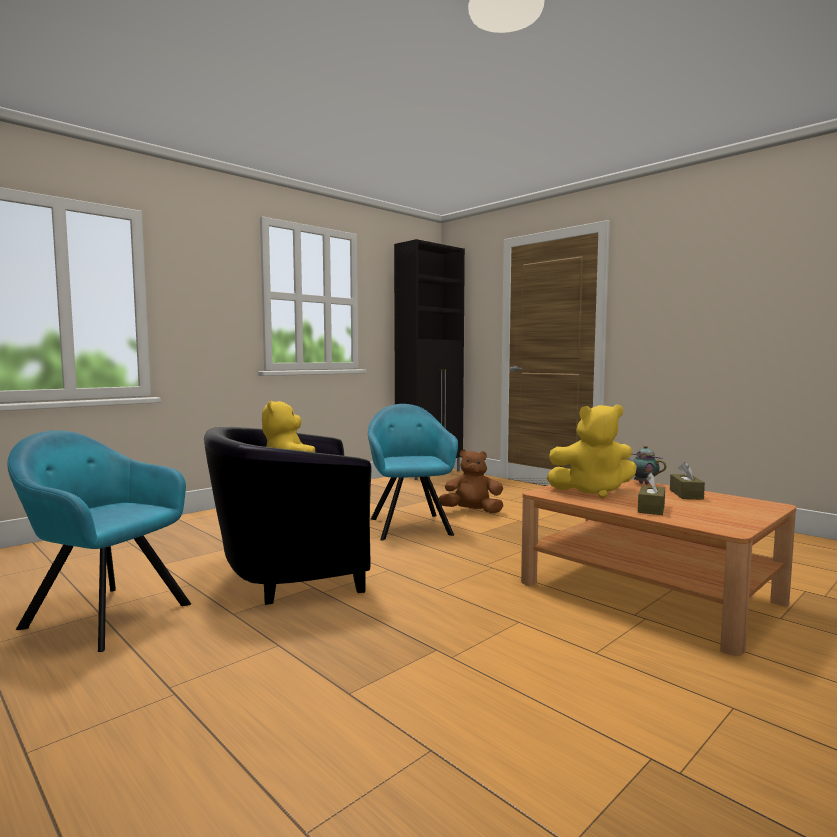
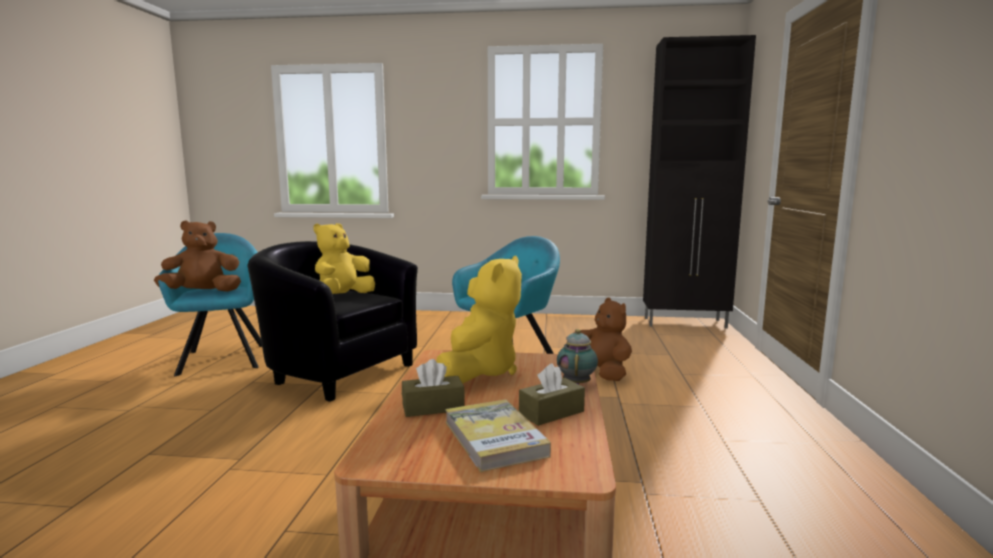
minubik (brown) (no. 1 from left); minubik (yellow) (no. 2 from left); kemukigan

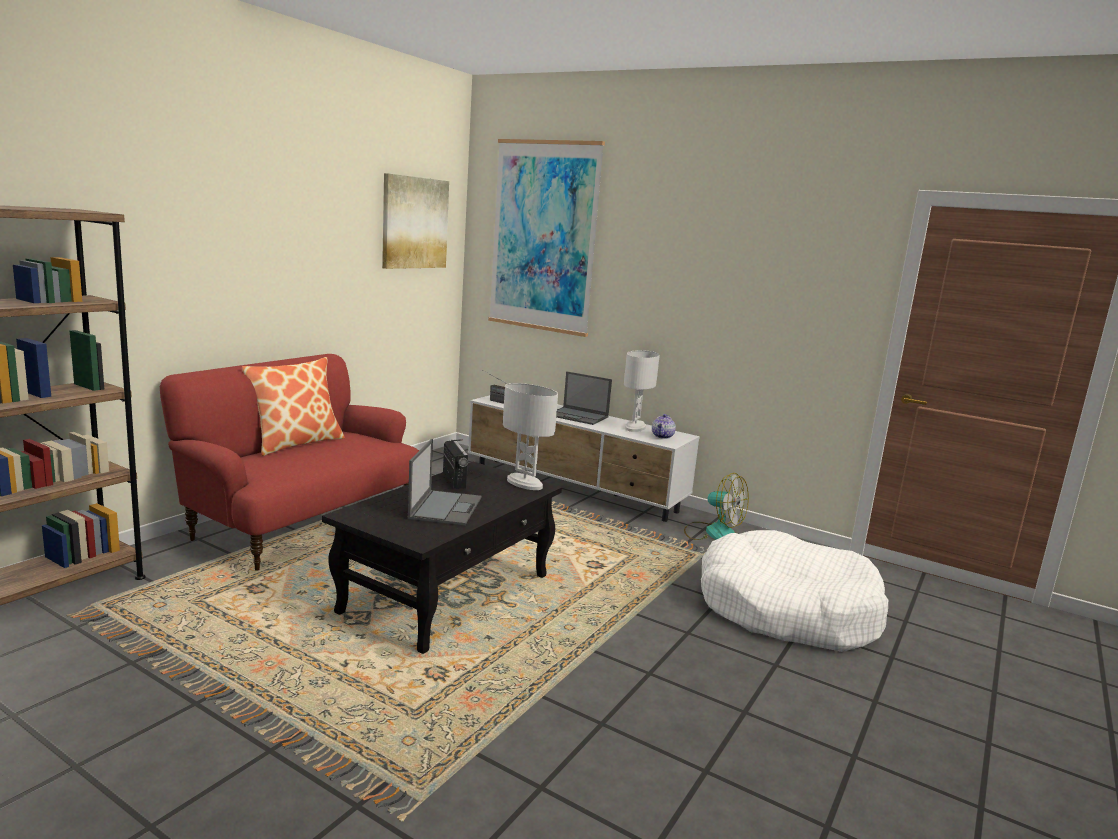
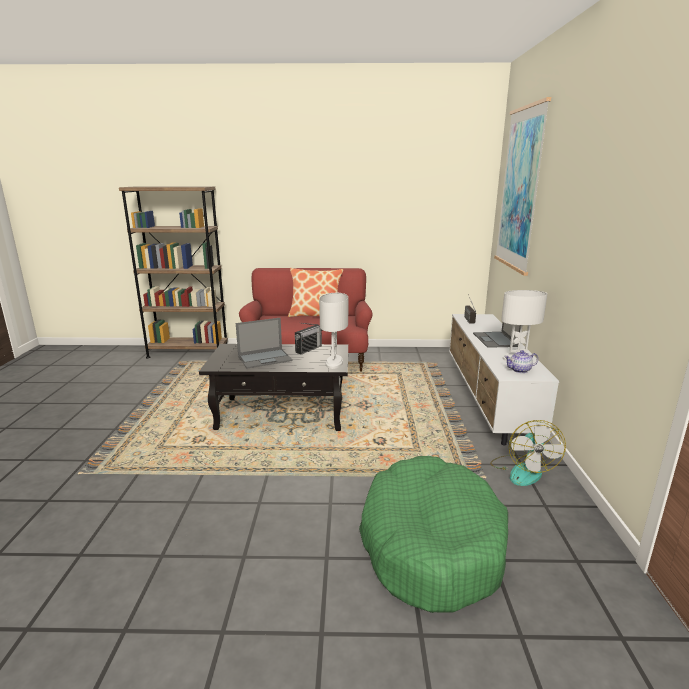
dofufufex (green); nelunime (no. 1 from left in the first image)

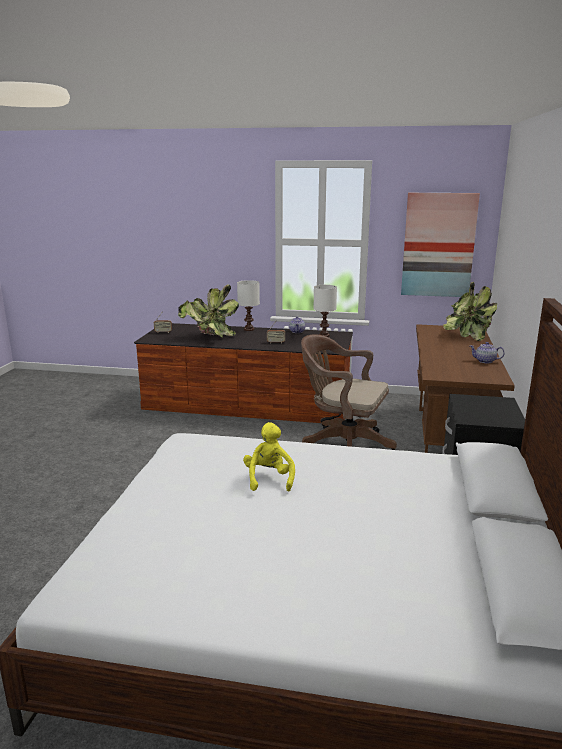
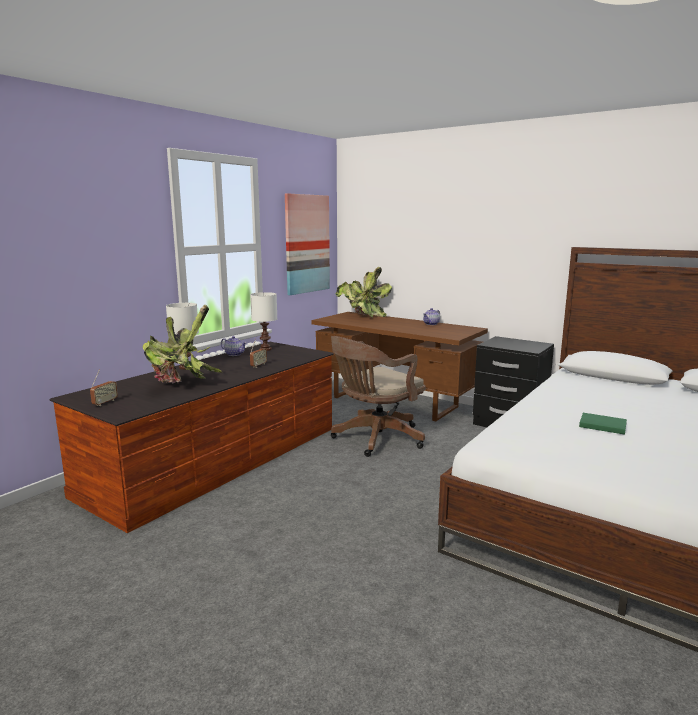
kemukigan (green)

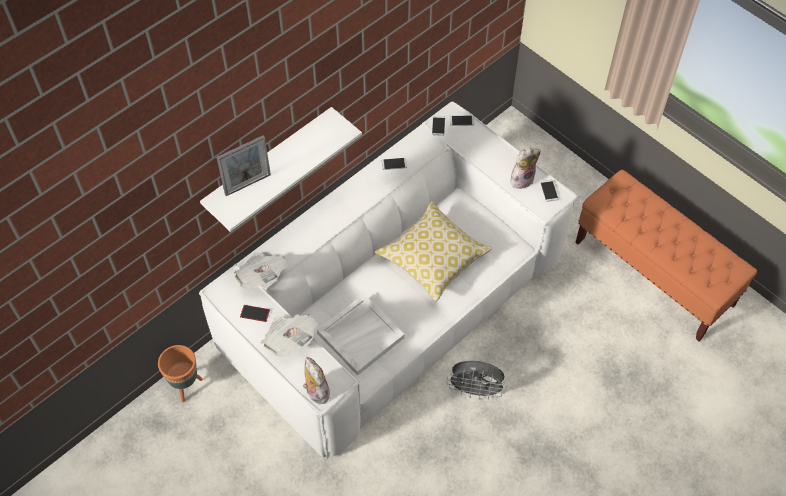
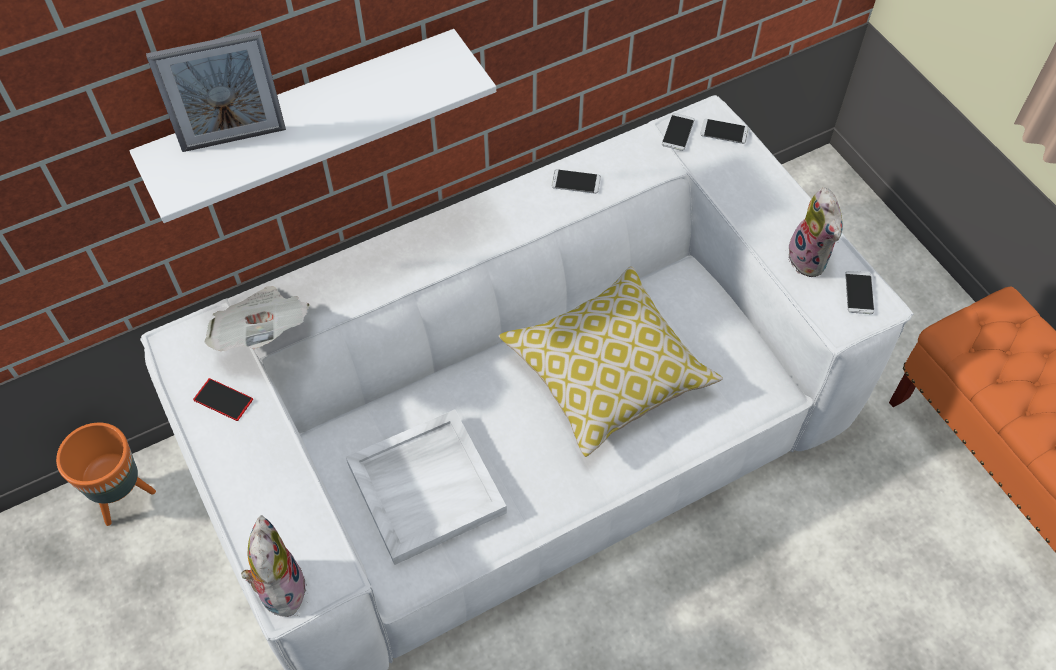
minubik (no. 2 from left); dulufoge (no. 2 from left in the first image); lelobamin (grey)

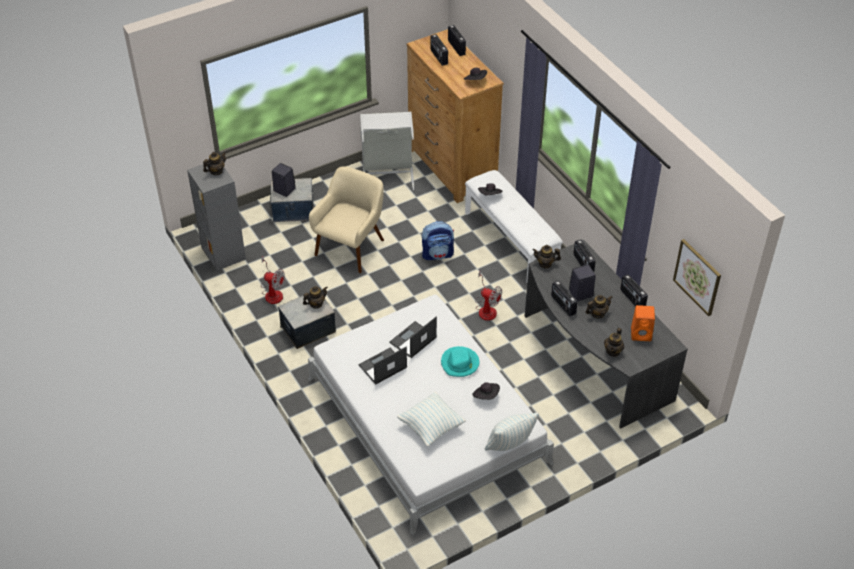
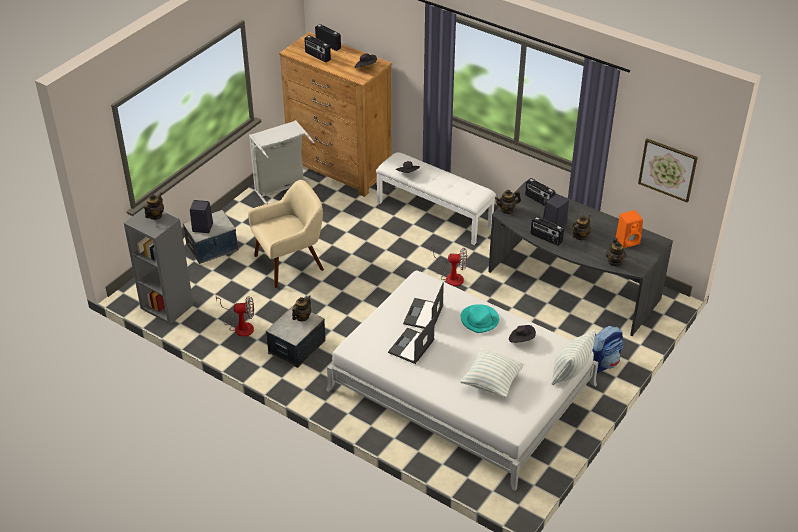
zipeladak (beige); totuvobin; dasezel (no. 5 from left in the first image)

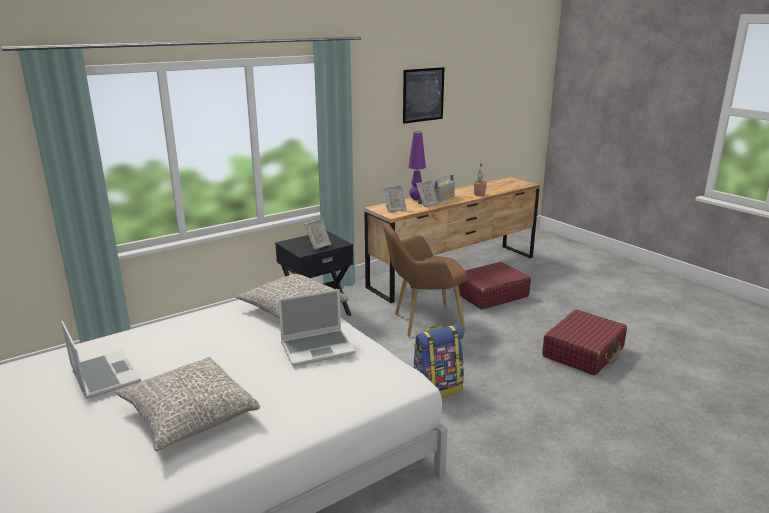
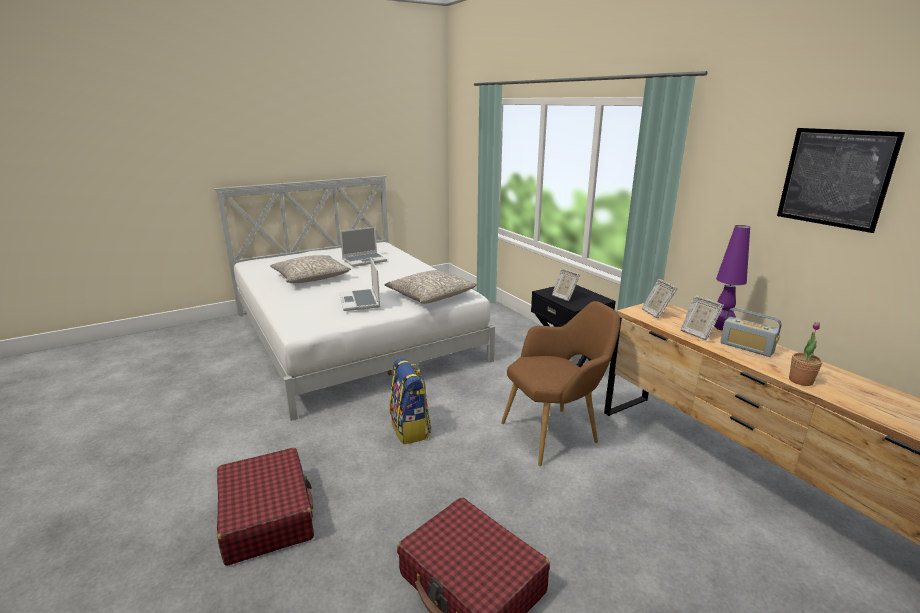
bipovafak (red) (no. 1 from left); zipeladak (brown)

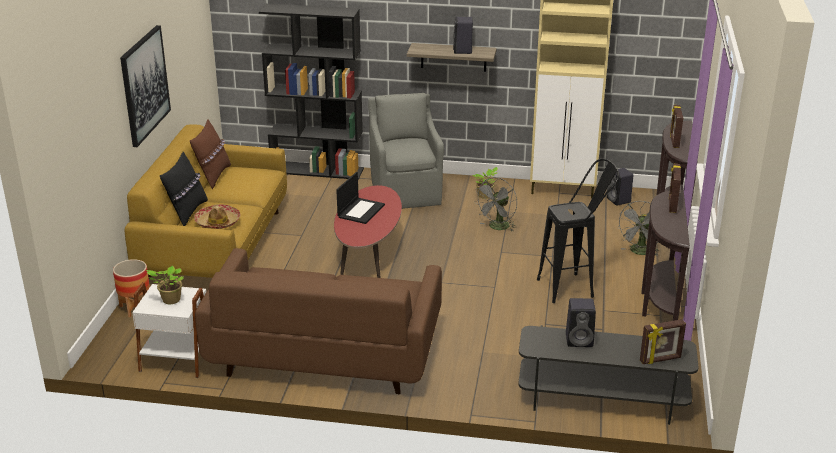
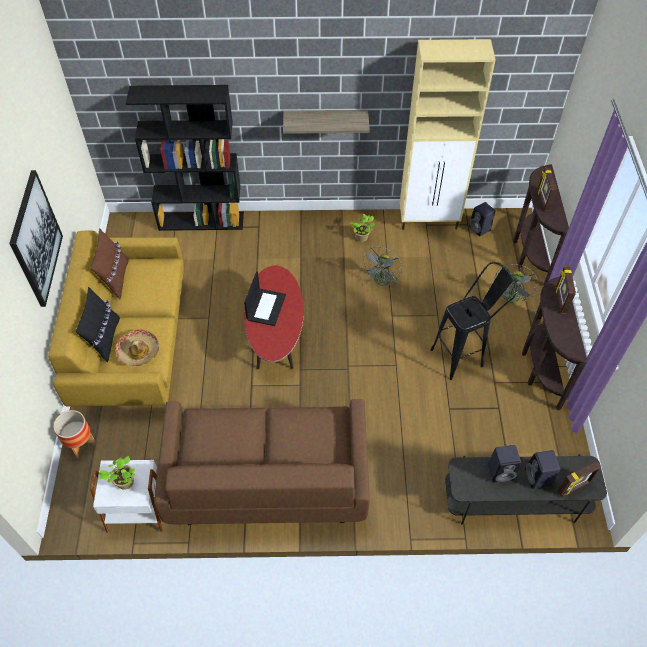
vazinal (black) (no. 3 from left); zipeladak (grey)

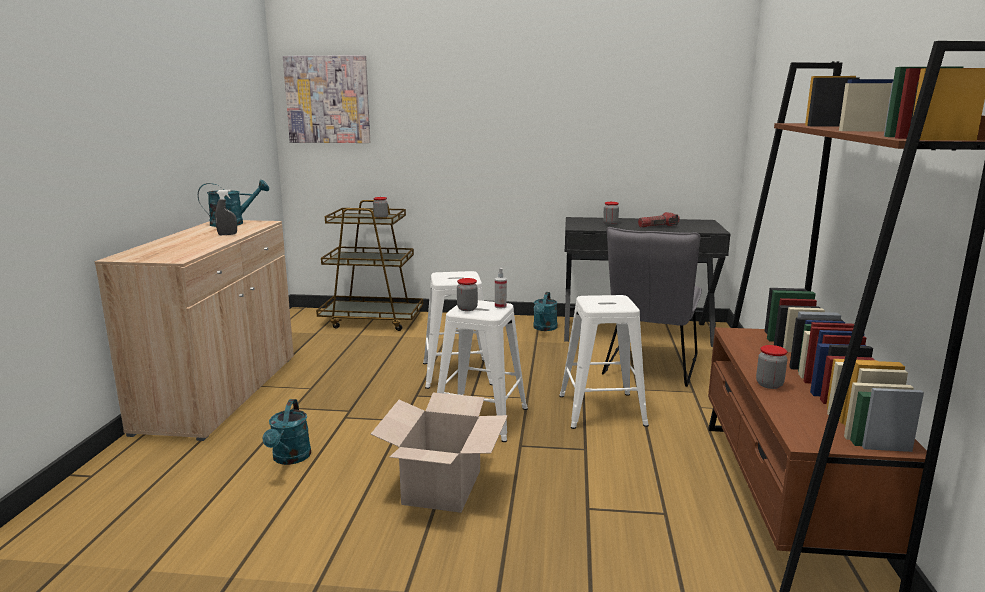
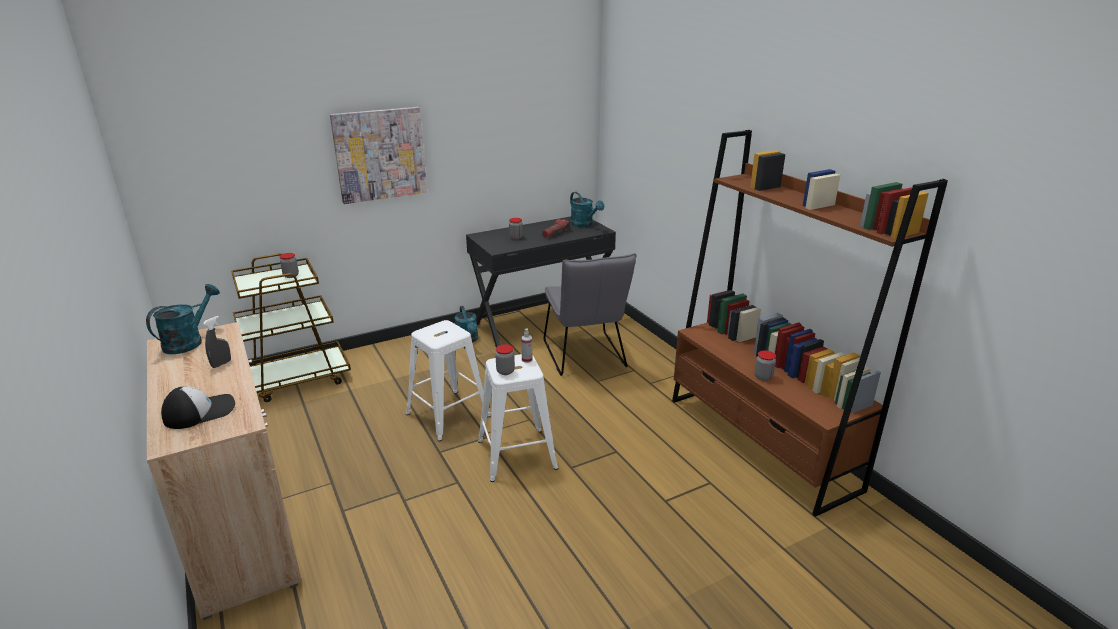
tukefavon; nelunime; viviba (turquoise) (no. 3 from left); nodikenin; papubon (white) (no. 3 from left in the first image)

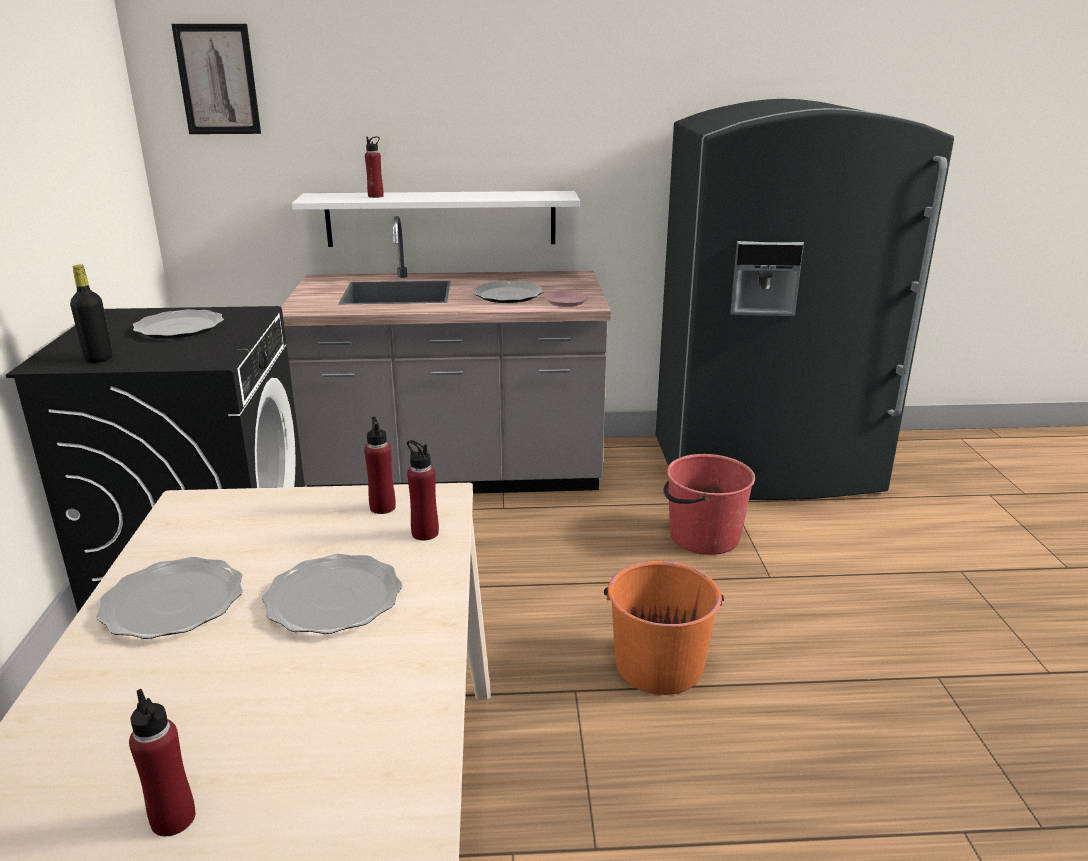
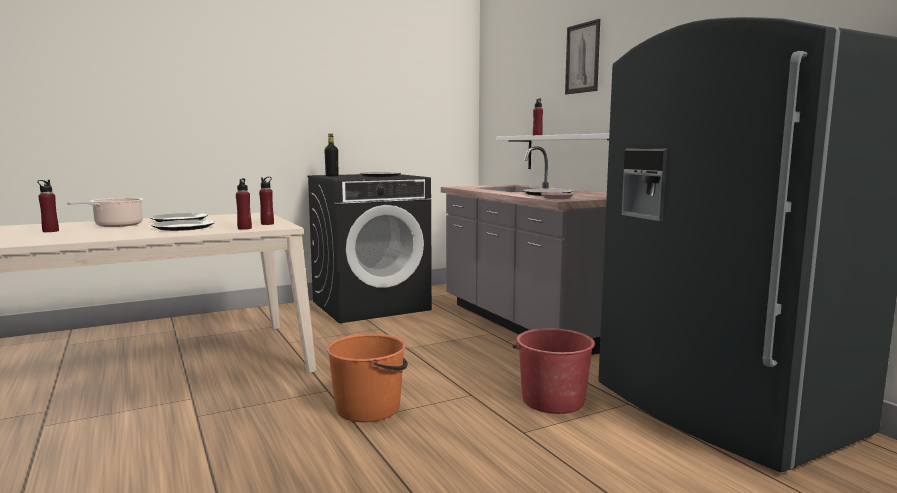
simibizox; nelunime

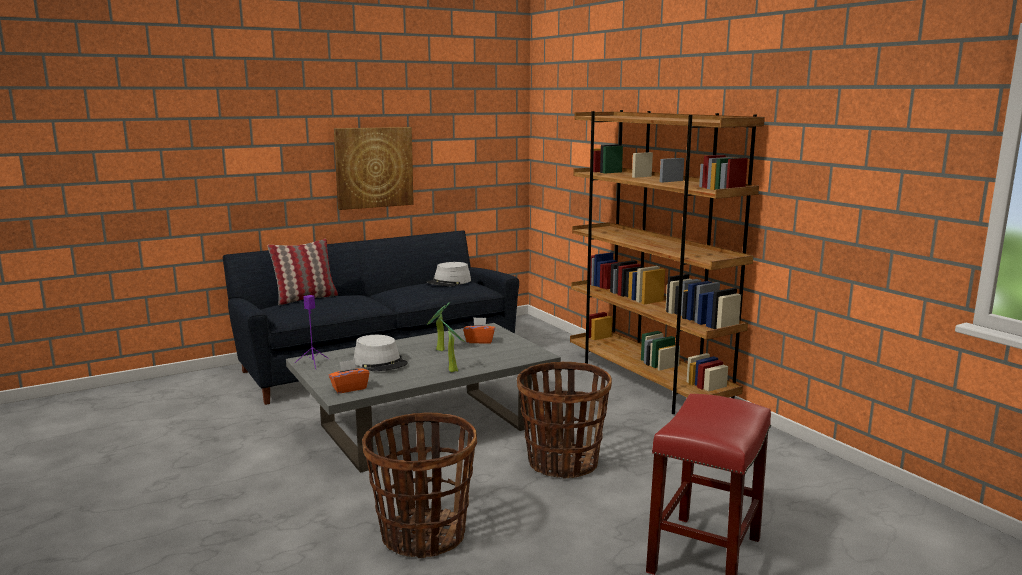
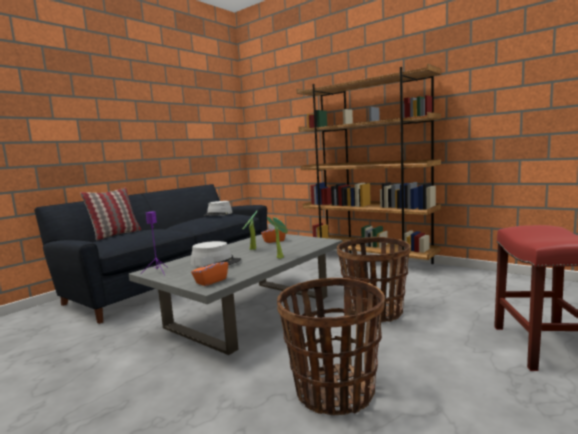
nelunime

